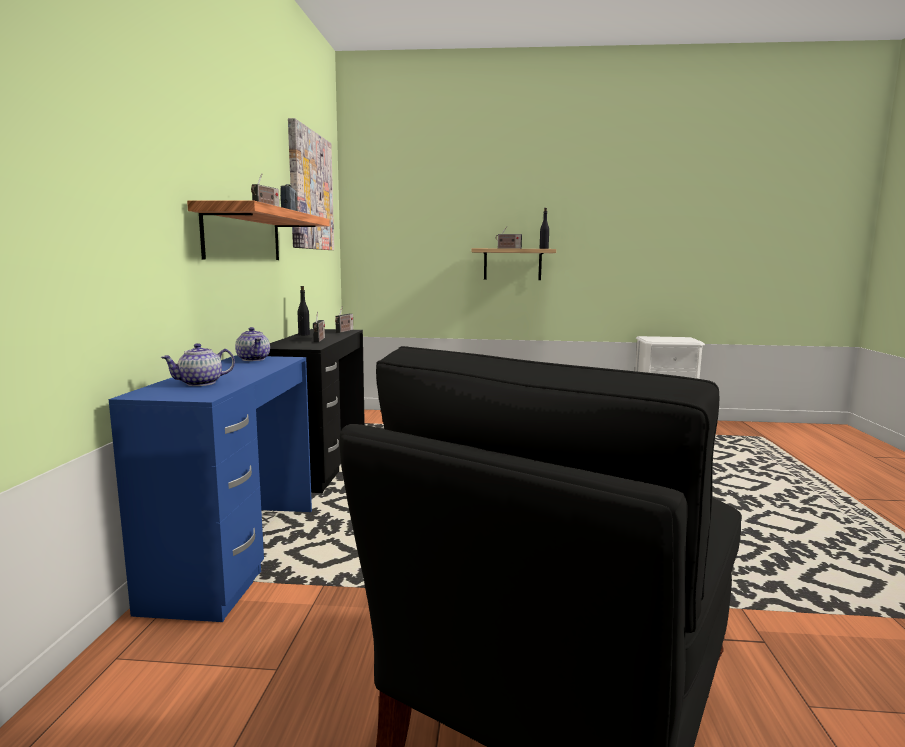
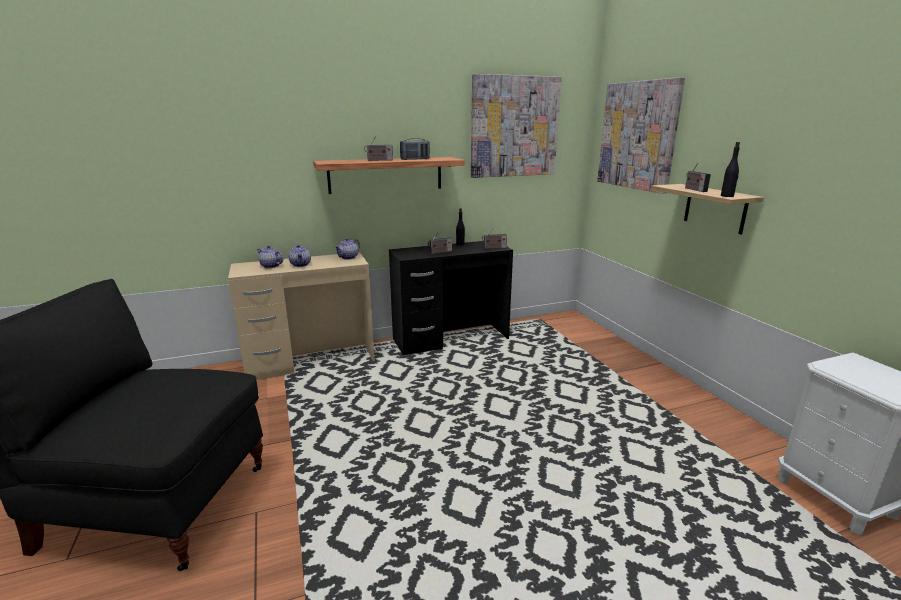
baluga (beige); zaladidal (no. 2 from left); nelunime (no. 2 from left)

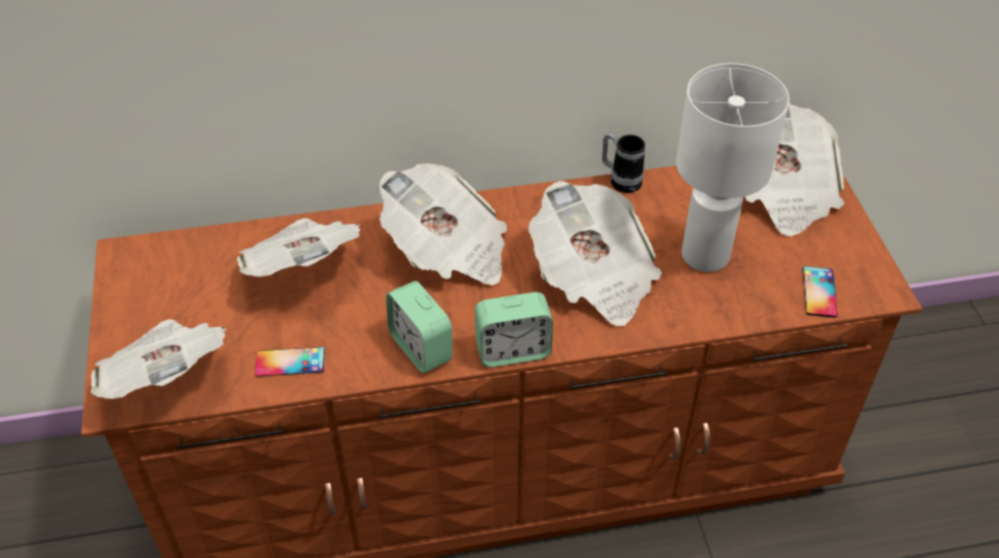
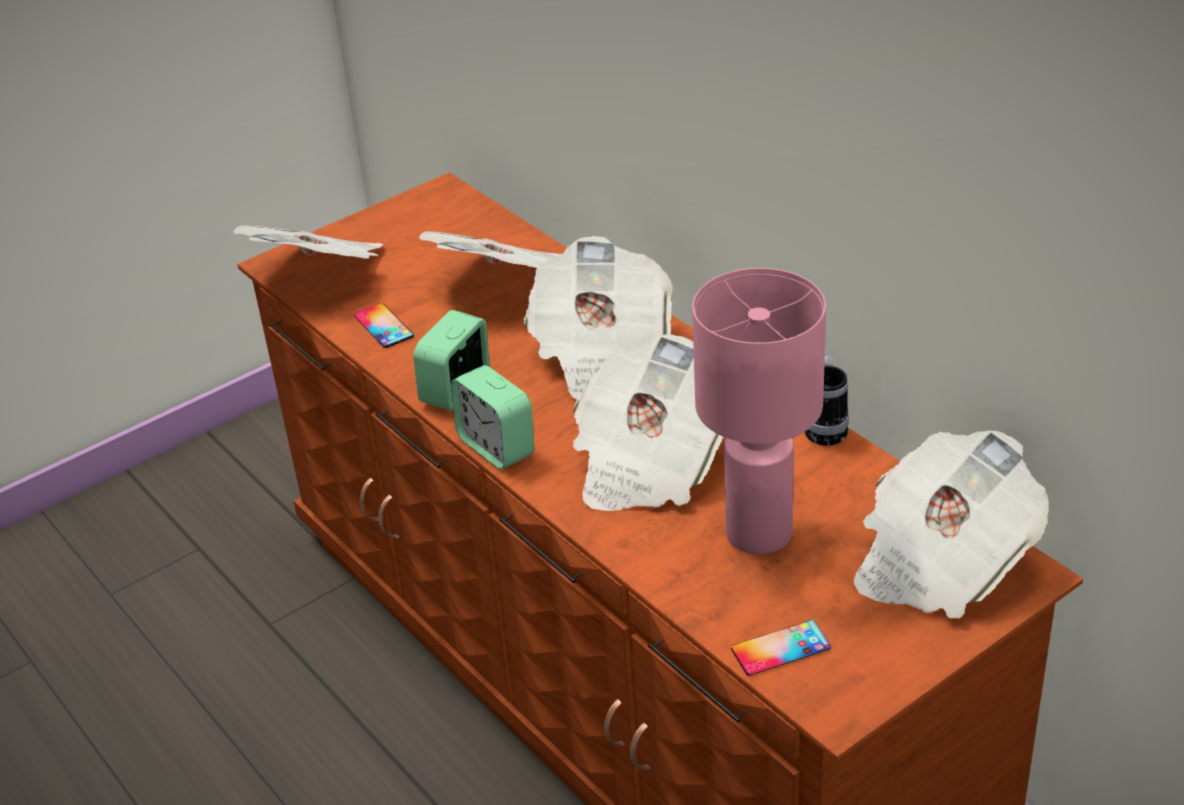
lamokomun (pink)

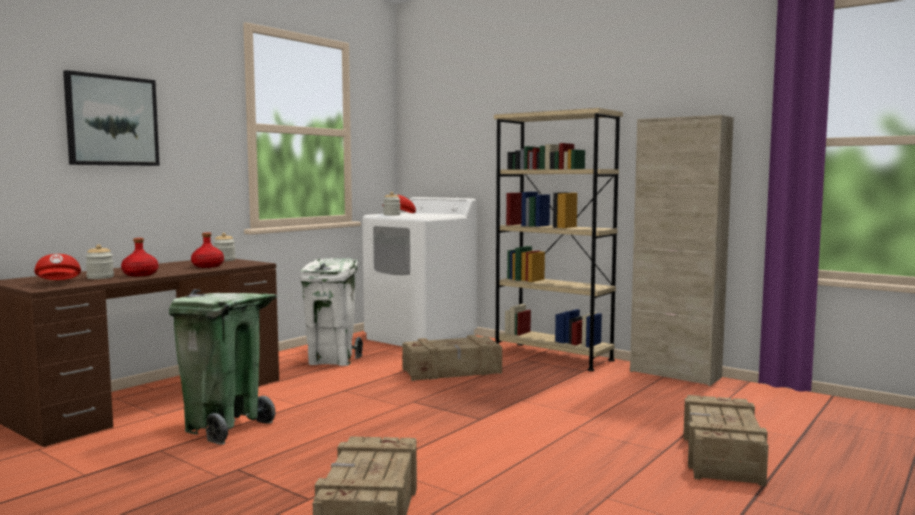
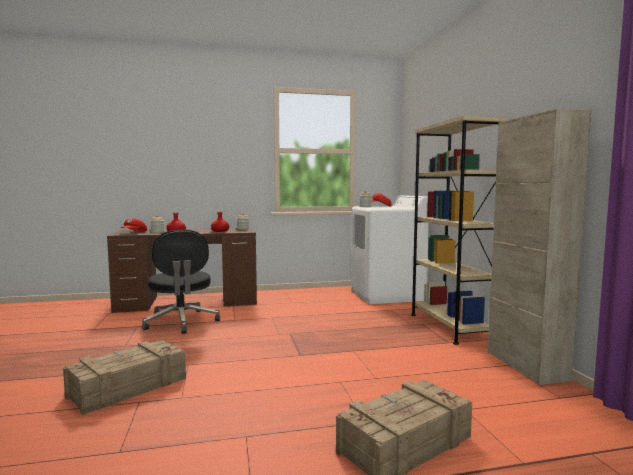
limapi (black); nelunime; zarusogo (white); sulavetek (no. 2 from left in the first image)

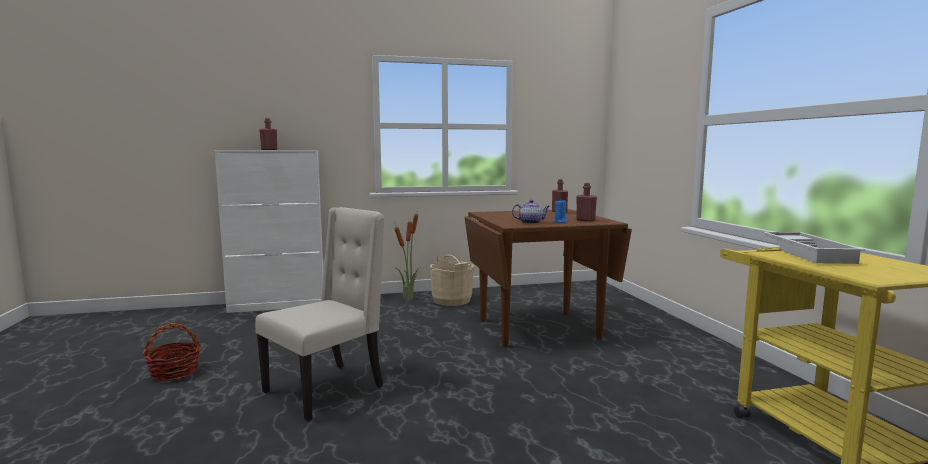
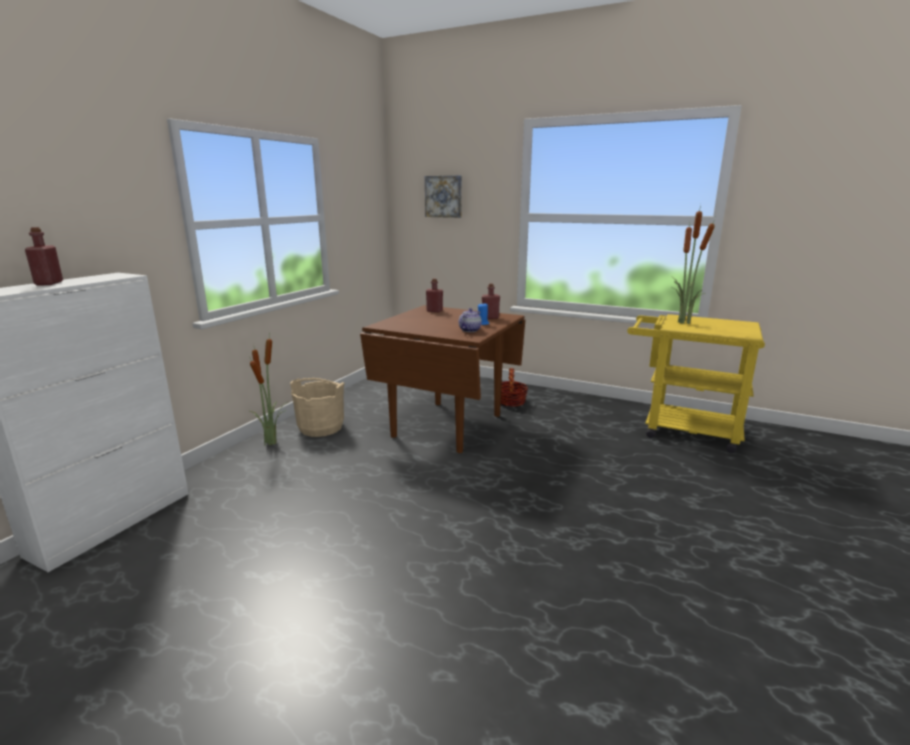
nelunime; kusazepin; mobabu (no. 2 from left); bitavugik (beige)

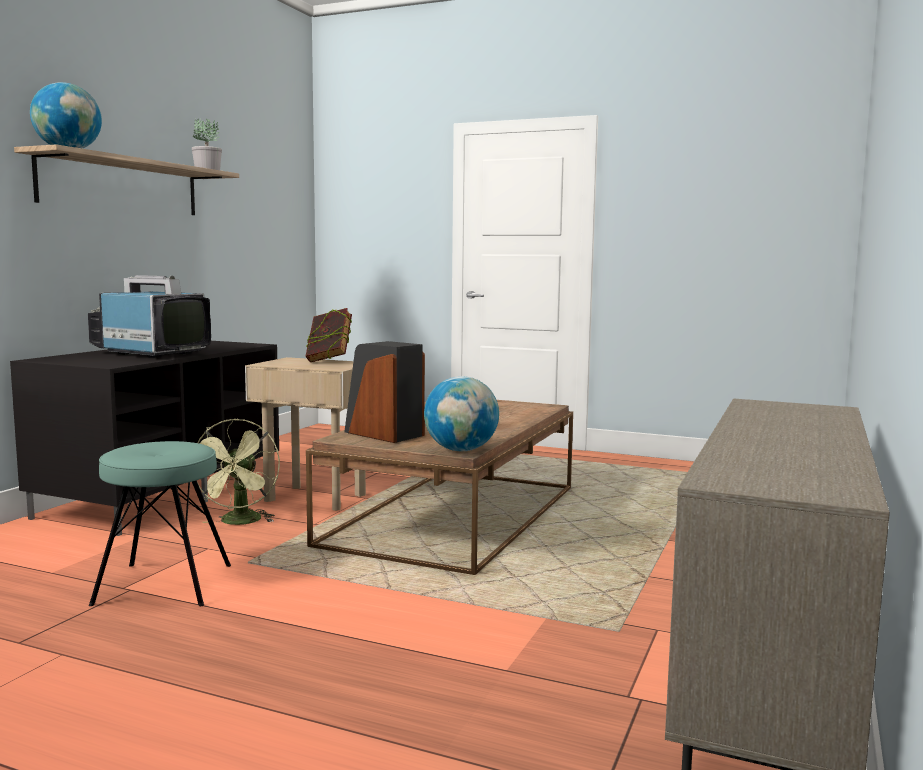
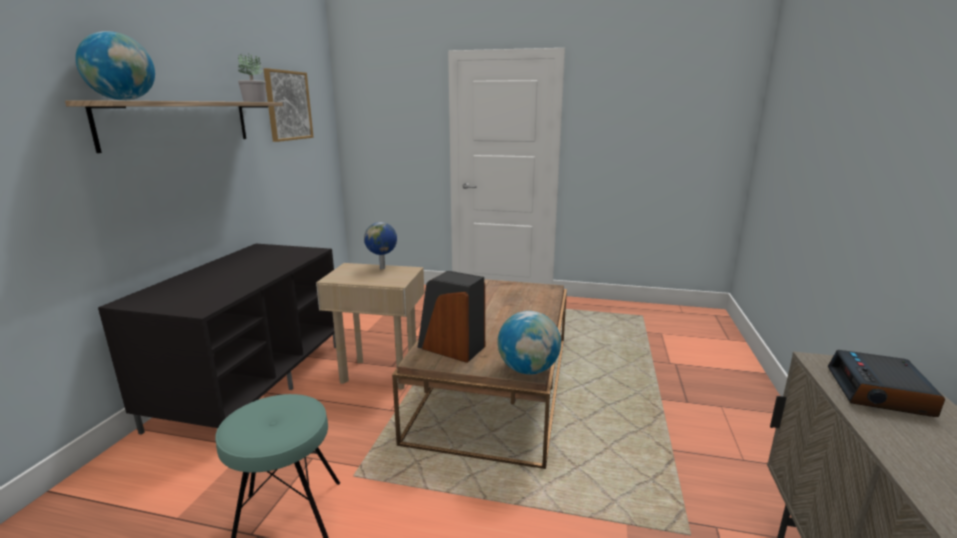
nelunime; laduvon (no. 2 from left); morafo; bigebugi; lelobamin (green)

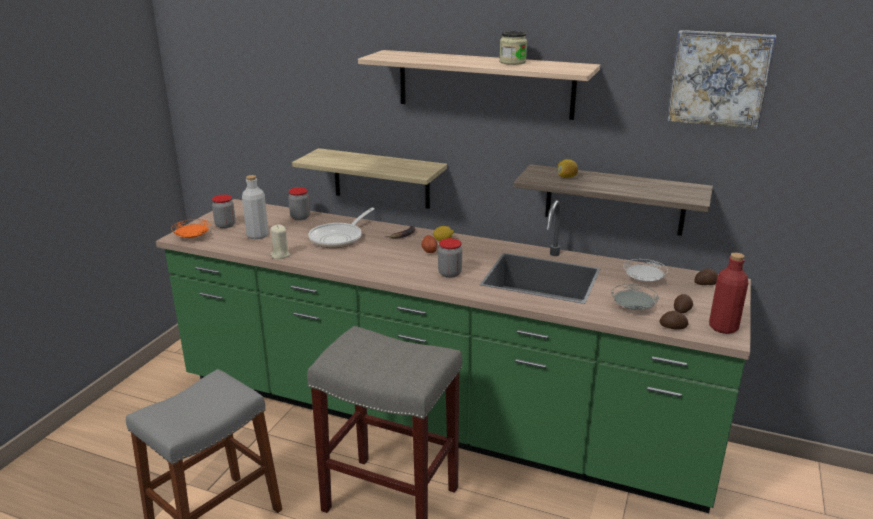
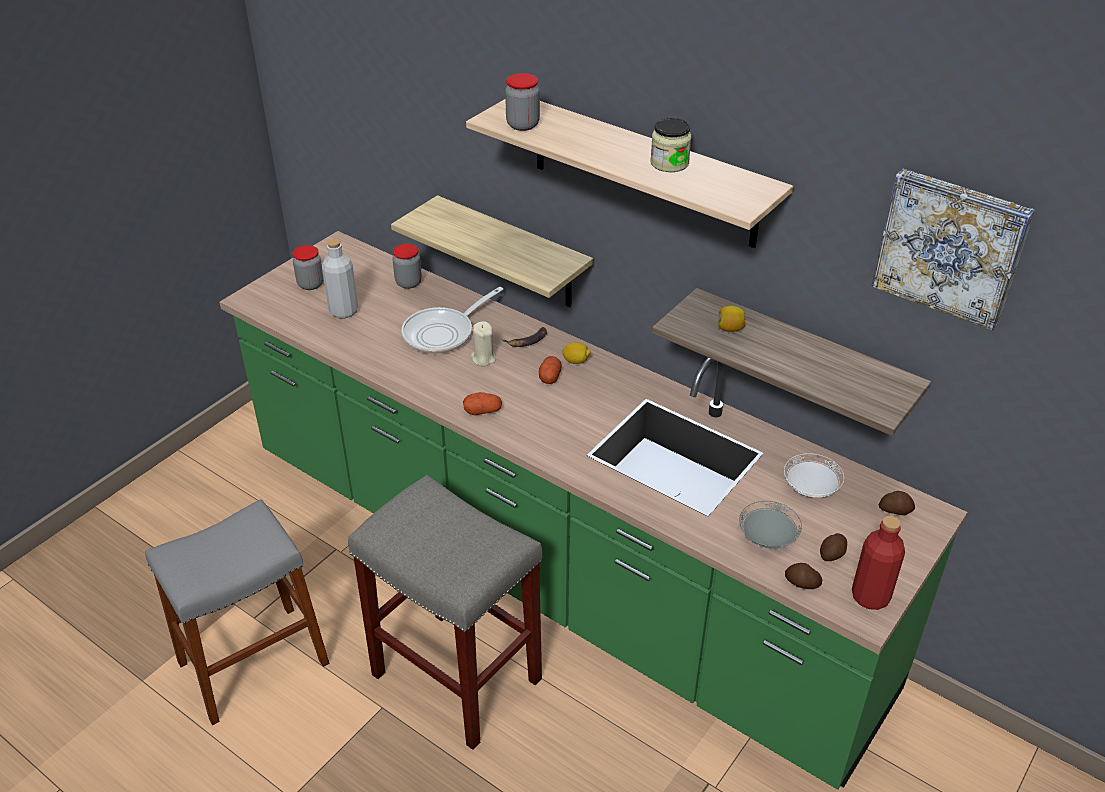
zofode (no. 1 from left); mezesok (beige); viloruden (no. 3 from left); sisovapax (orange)

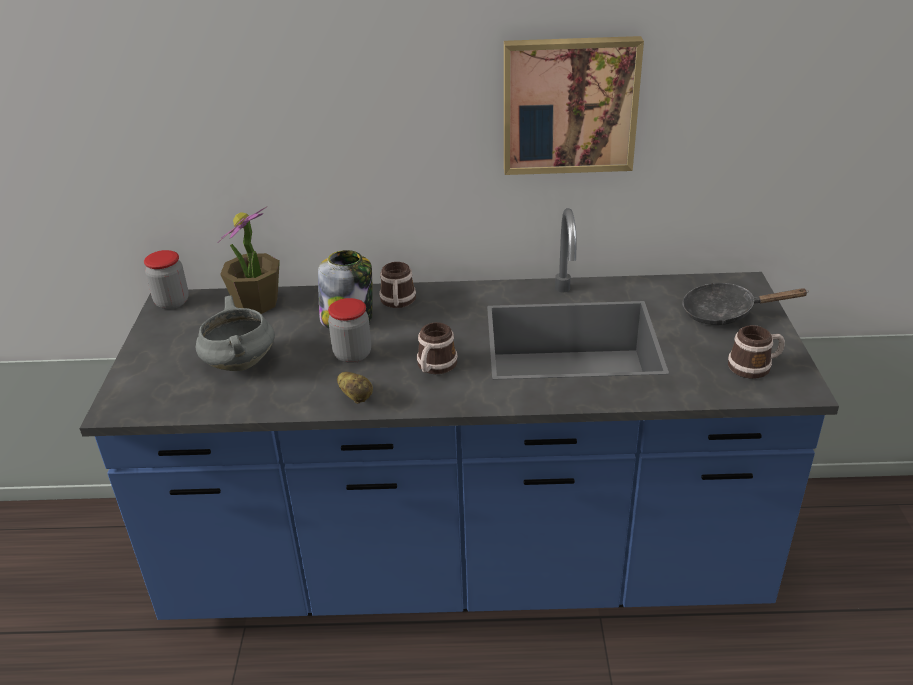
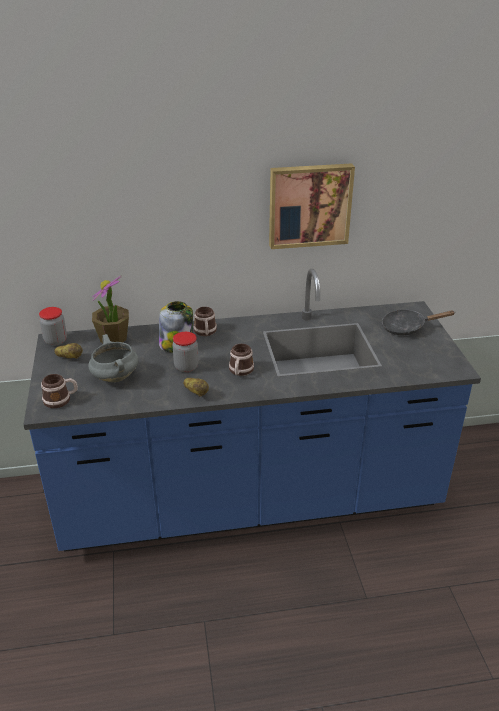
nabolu (no. 1 from left); zofode (no. 1 from left)

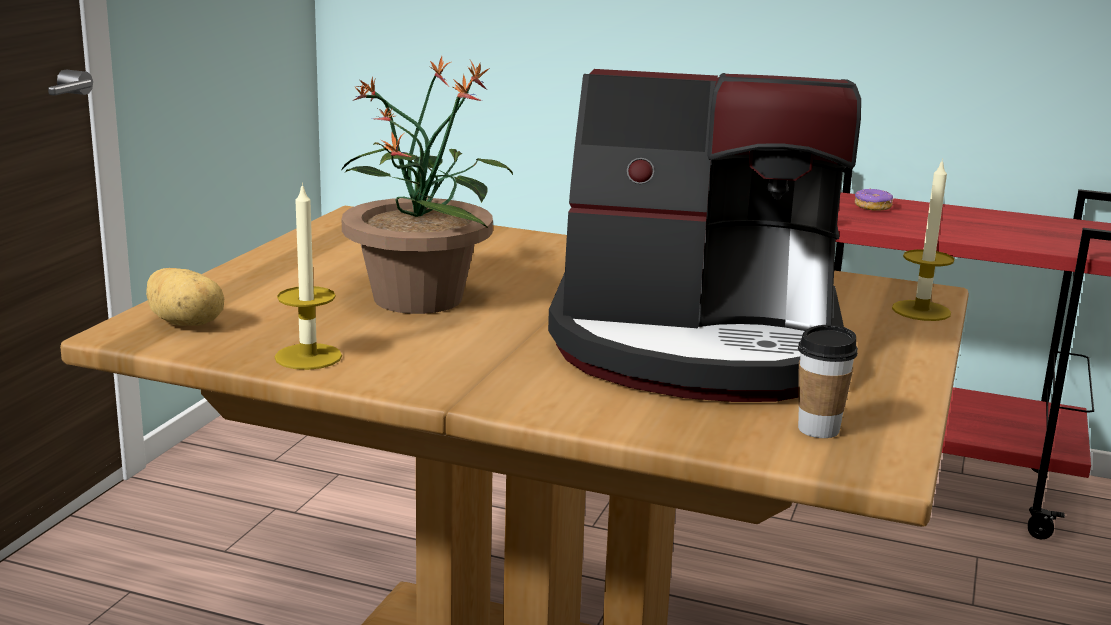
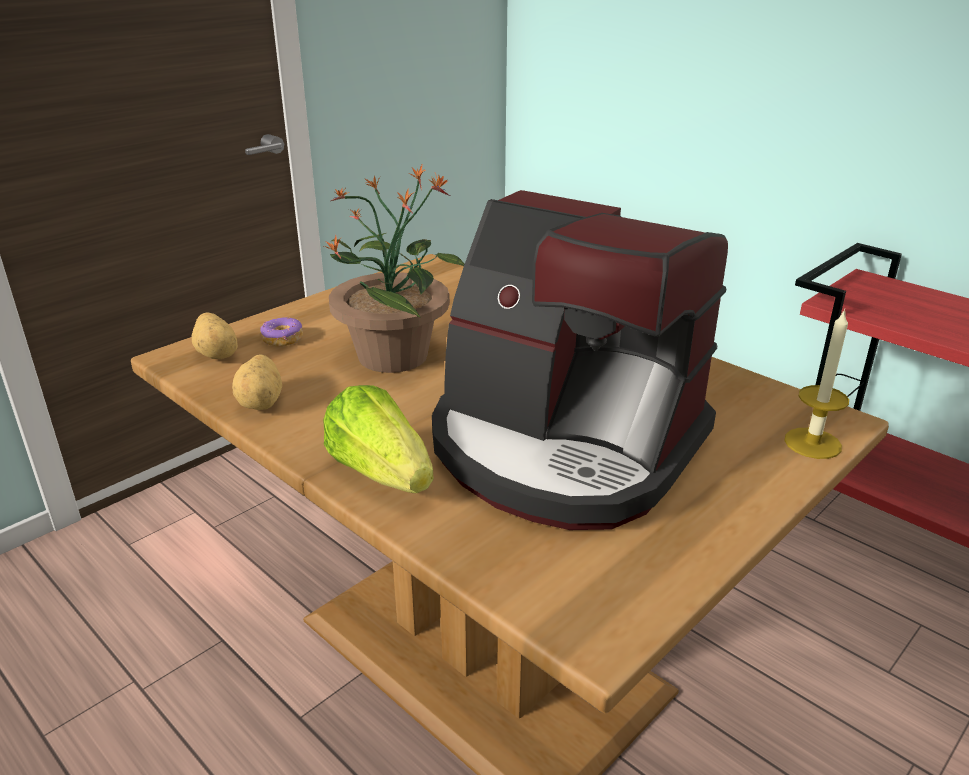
zofode (no. 2 from left); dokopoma; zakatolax; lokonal

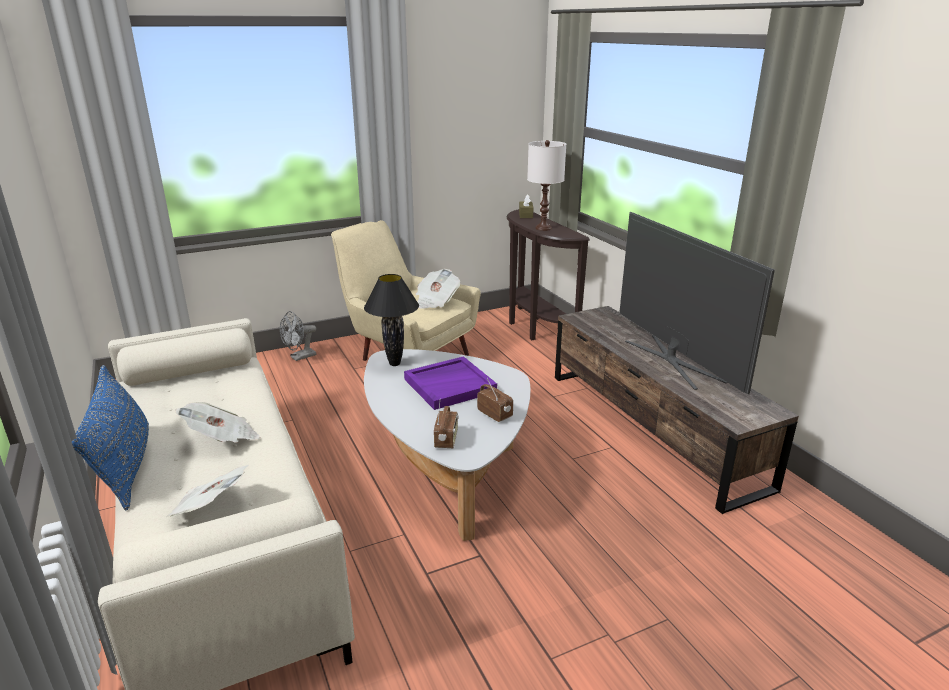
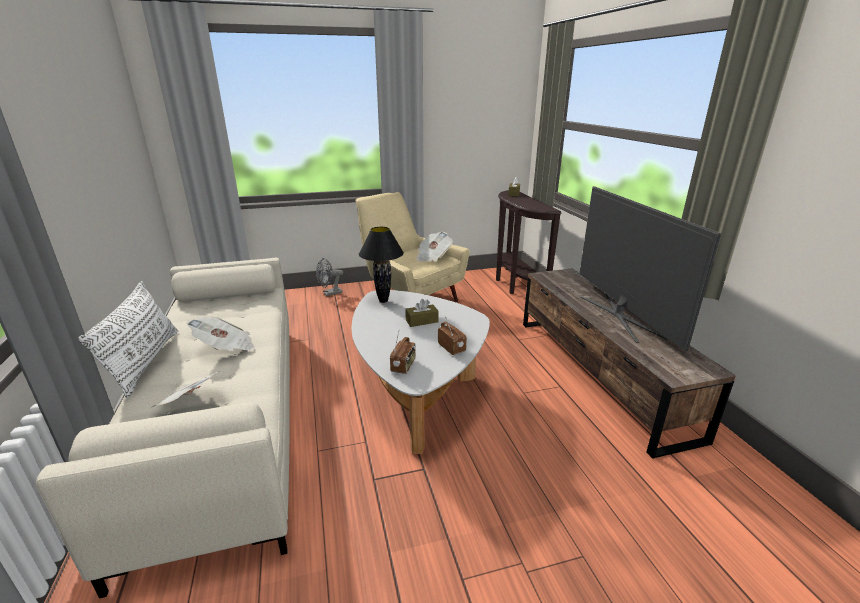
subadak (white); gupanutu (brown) (no. 1 from left); lamokomun (white)

